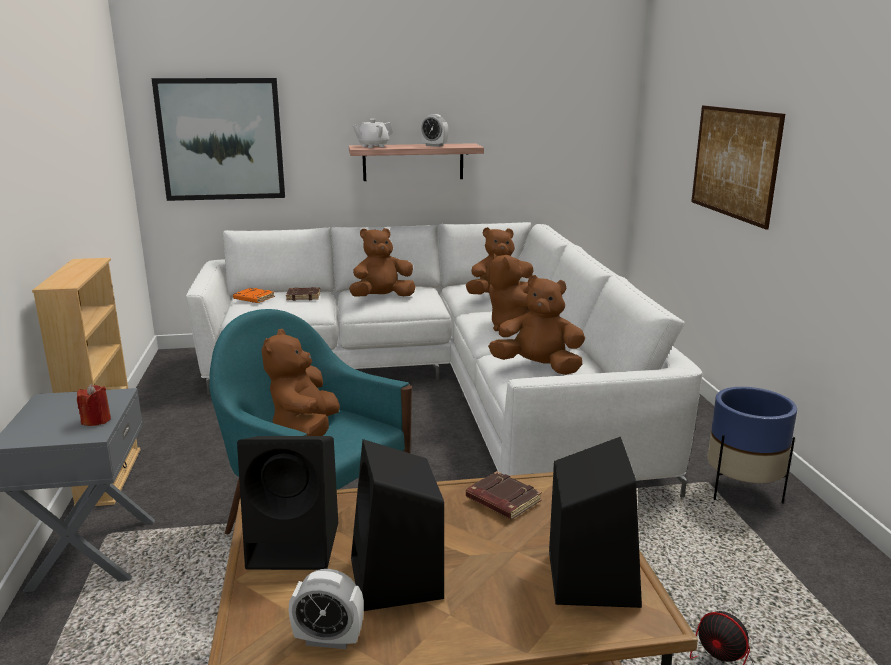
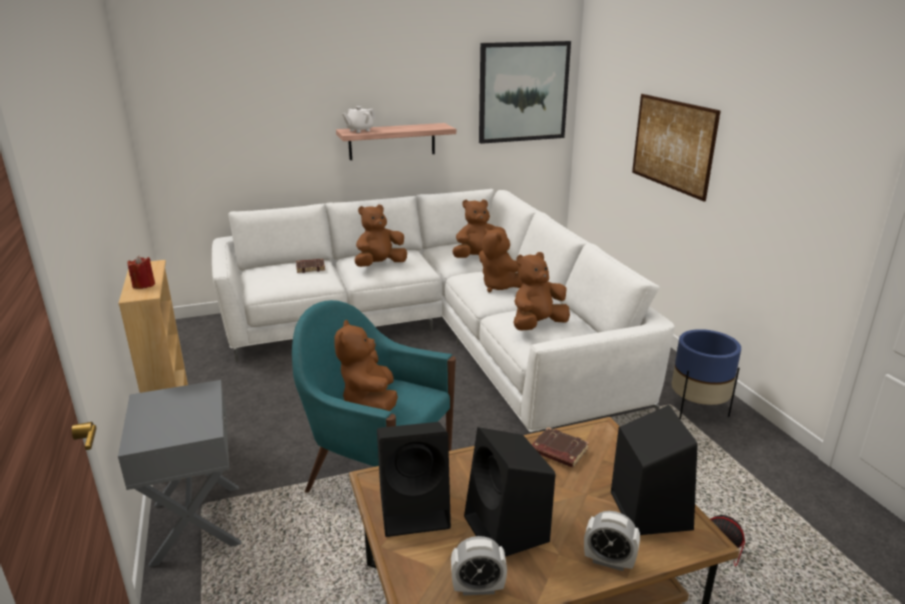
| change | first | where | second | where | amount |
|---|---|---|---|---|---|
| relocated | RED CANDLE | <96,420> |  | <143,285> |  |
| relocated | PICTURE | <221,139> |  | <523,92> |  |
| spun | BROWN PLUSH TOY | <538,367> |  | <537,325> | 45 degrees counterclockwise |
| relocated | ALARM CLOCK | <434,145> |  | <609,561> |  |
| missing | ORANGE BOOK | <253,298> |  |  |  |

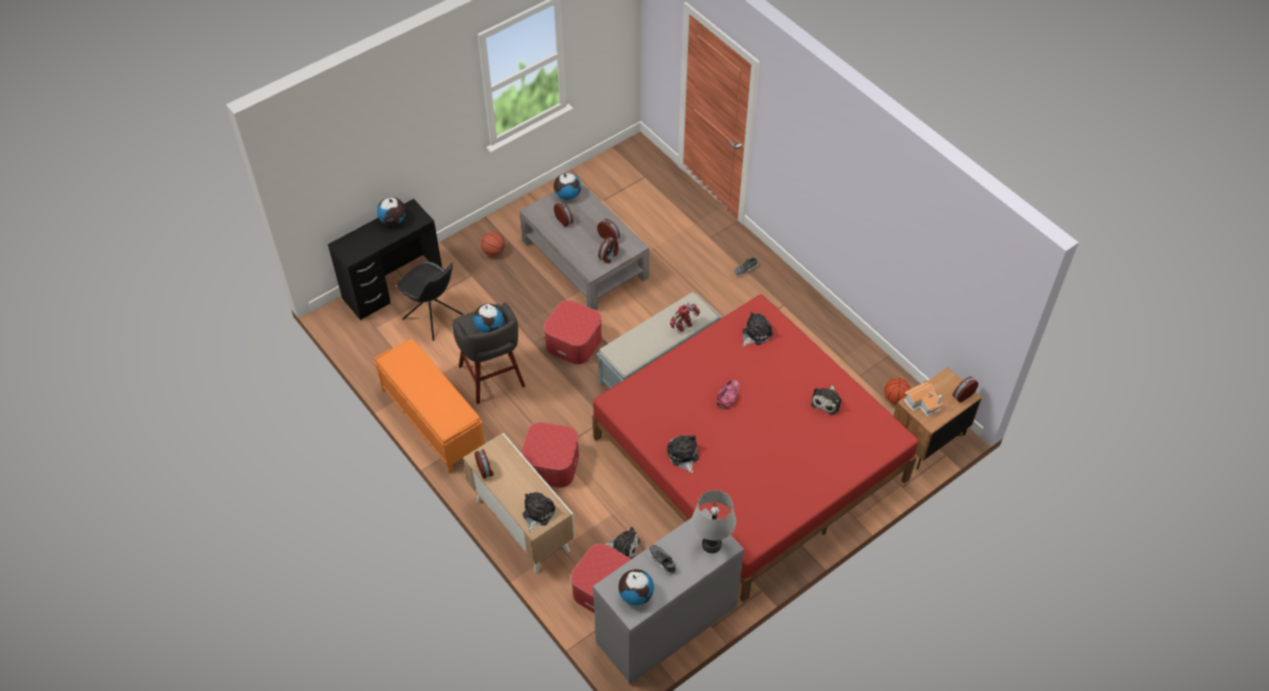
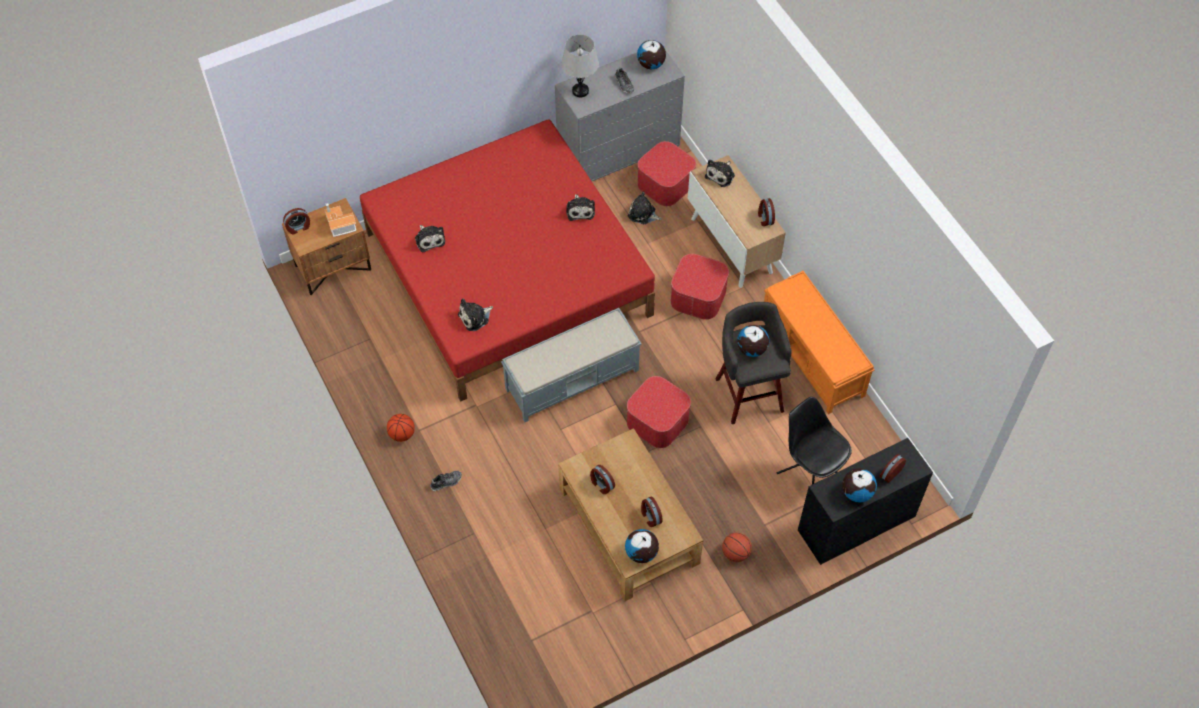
| change | first | where | second | where | amount |
|---|---|---|---|---|---|
| relocated | BASKETBALL | <895,398> |  | <402,434> |  |
| spun | PLUSH TOY | <827,401> |  | <429,239> | 120 degrees clockwise |
| colour | GREY COFFEE TABLE | <584,259> | BROWN COFFEE TABLE | <629,526> |  |
| relocated | ALARM CLOCK | <609,256> |  | <890,473> |  |
| missing | TOY ROBOT | <684,326> |  |  |  |
| missing | CAP | <728,396> |  |  |  |

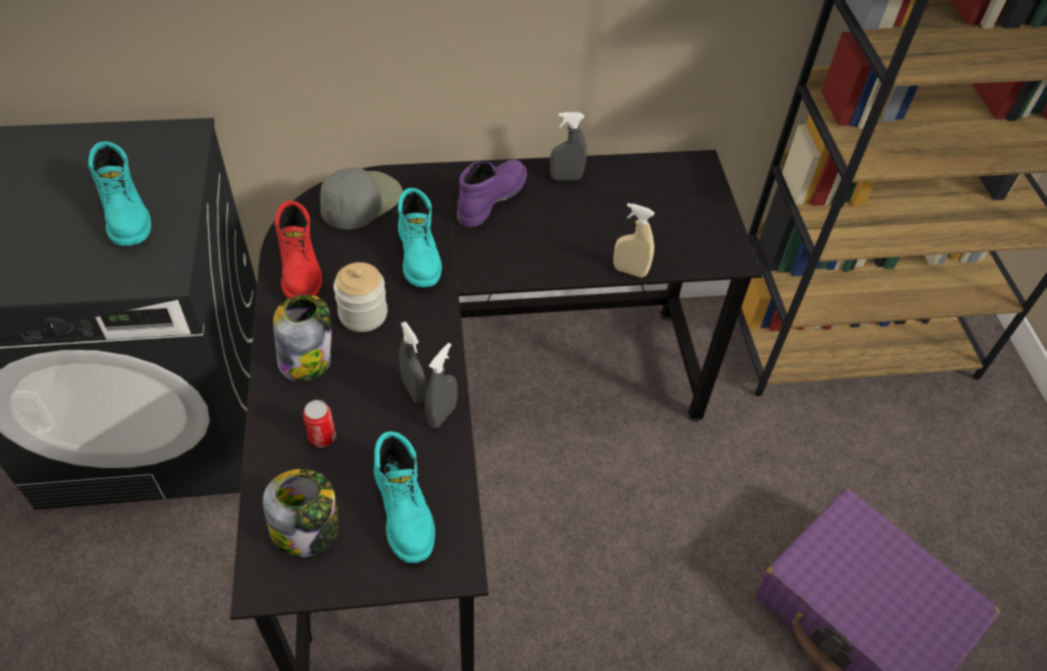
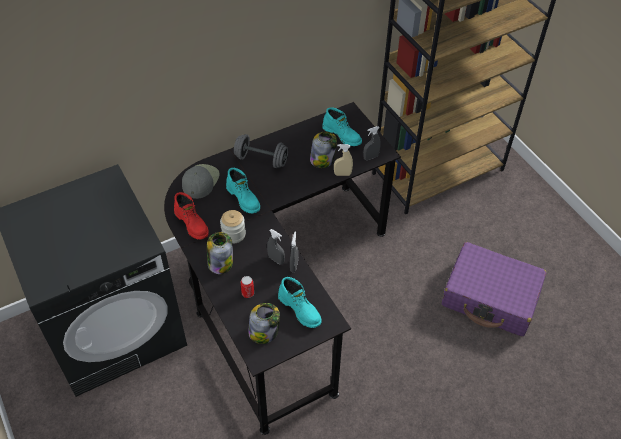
| change | first | where | second | where | amount |
|---|---|---|---|---|---|
| exchanged | PURPLE BOOT | <490,198> | GREY DUMBBELL | <261,160> |  |
| appeared |  |  | JAR | <322,160> |  |
| relocated | TURQUOISE BOOT | <127,214> |  | <342,135> |  |
| relocated | GREY SPRAY BOTTLE | <566,178> |  | <370,157> |  |

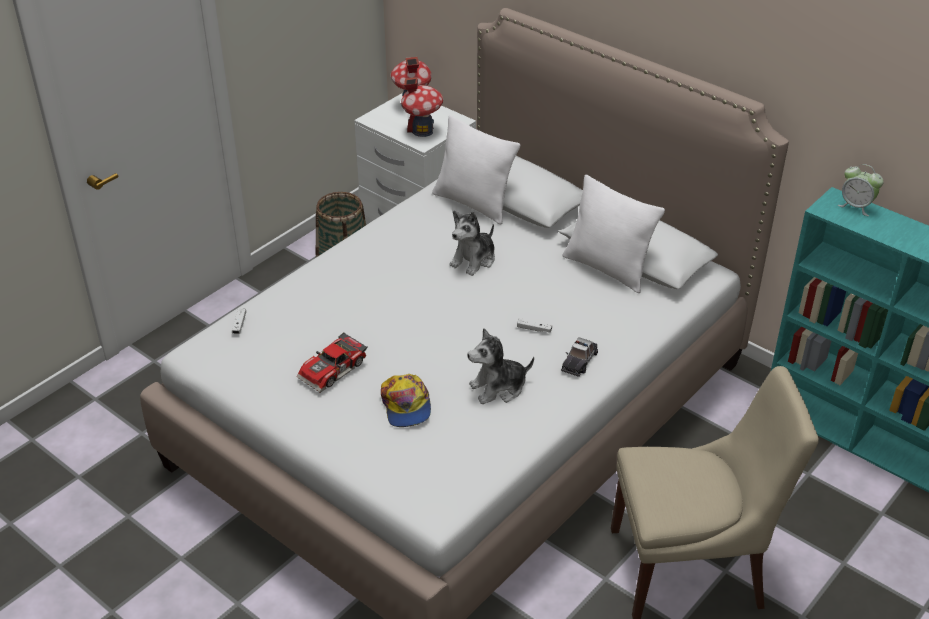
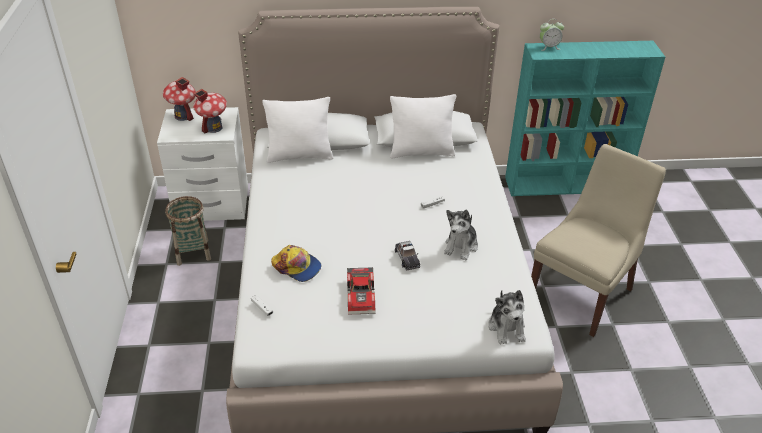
| change | first | where | second | where | amount |
|---|---|---|---|---|---|
| relocated | CAP | <406,405> |  | <297,267> |  |
| relocated | TOY CAR | <579,361> |  | <407,258> |  |
| relocated | PLUSH TOY | <474,260> |  | <507,327> |  |

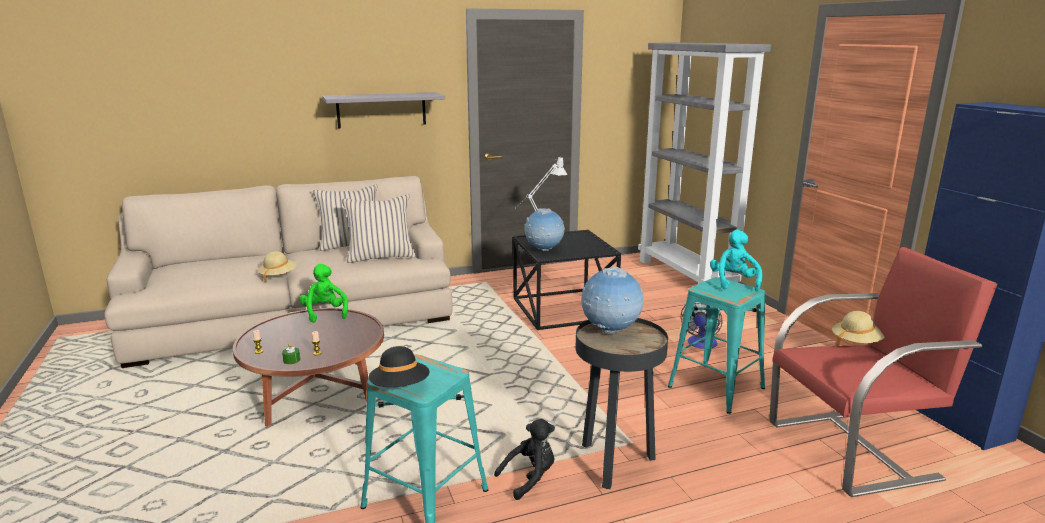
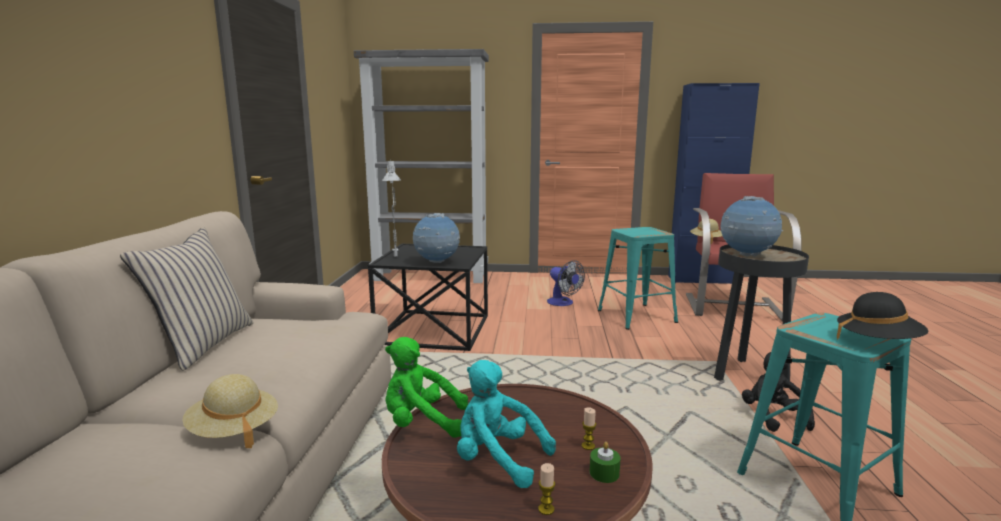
| change | first | where | second | where | amount |
|---|---|---|---|---|---|
| relocated | TURQUOISE PLUSH TOY | <733,282> |  | <497,459> |  |
| missing | GREY SHELF | <381,110> |  |  |  |
| missing | BEIGE PILLOW | <380,257> |  |  |  |

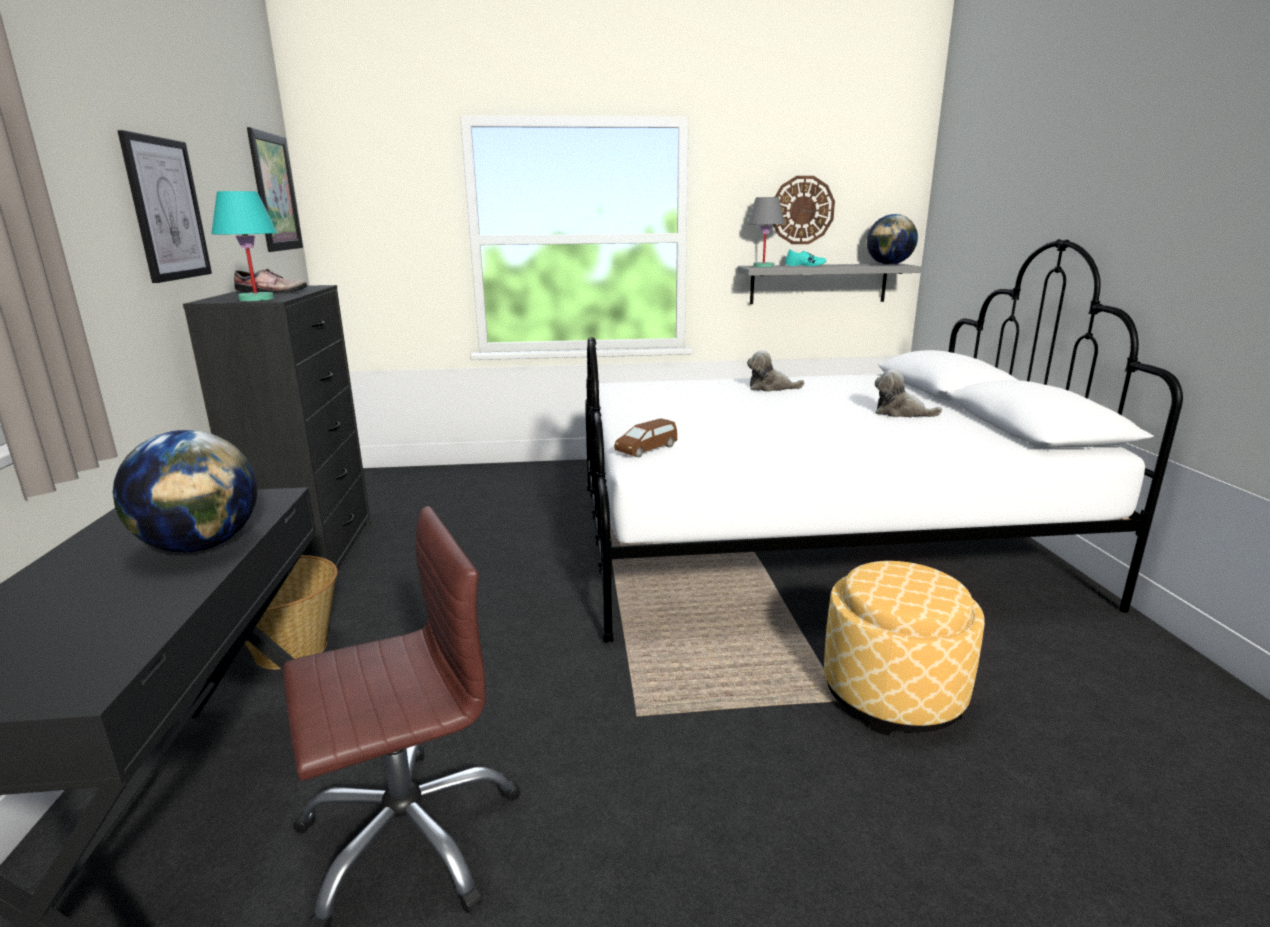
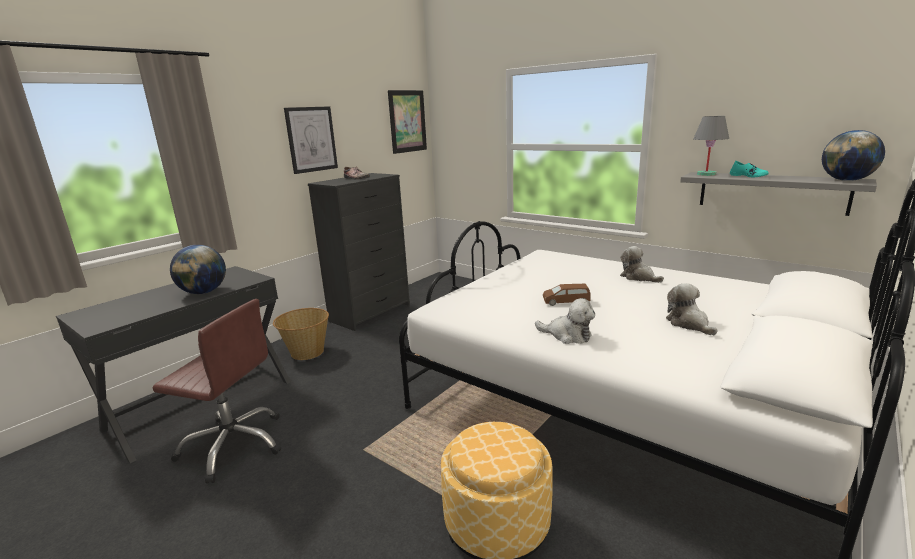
| change | first | where | second | where | amount |
|---|---|---|---|---|---|
| appeared |  |  | PLUSH TOY | <567,335> |  |
| relocated | BROWN TOY CAR | <646,449> |  | <566,302> |  |
| missing | TURQUOISE TABLE LAMP | <257,299> |  |  |  |
| missing | WALL CLOCK | <802,210> |  |  |  |

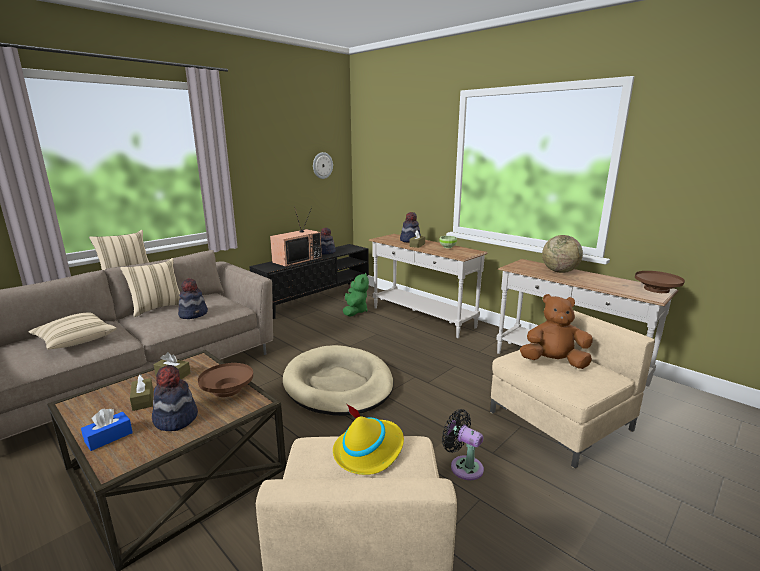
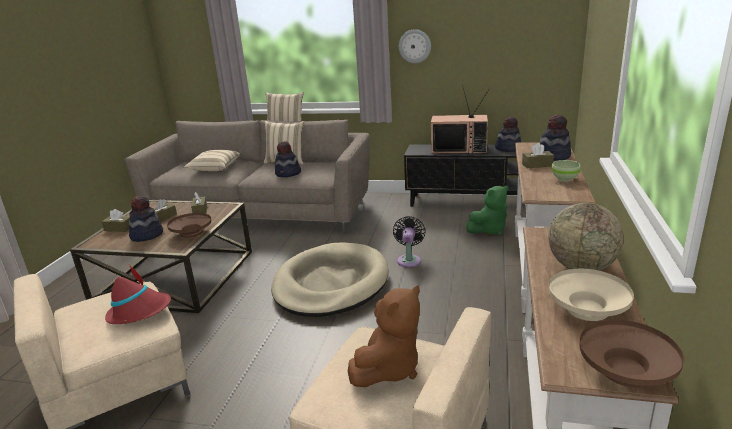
| change | first | where | second | where | amount |
|---|---|---|---|---|---|
| colour | BLUE TISSUE BOX | <109,437> | BROWN TISSUE BOX | <119,228> |  |
| colour | YELLOW HAT | <369,450> | RED HAT | <140,311> |  |
| spun | BROWN PLUSH TOY | <553,362> |  | <388,368> | 60 degrees clockwise |
| relocated | BLACK FAN | <463,466> |  | <409,260> |  |
| relocated | WALL CLOCK | <322,165> |  | <414,46> |  |
| appeared |  |  | BEIGE BOWL | <587,309> |  |

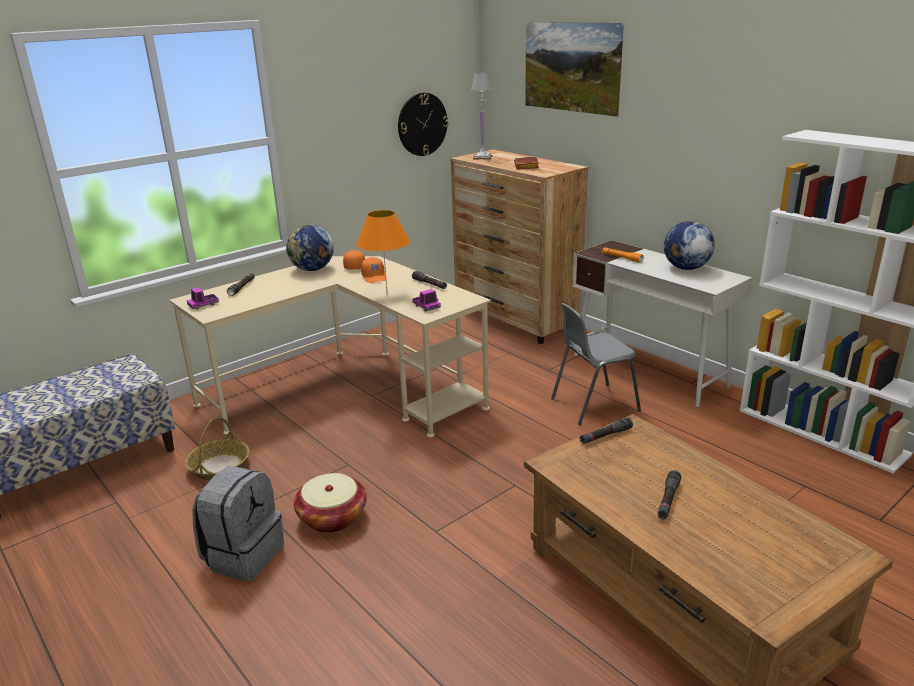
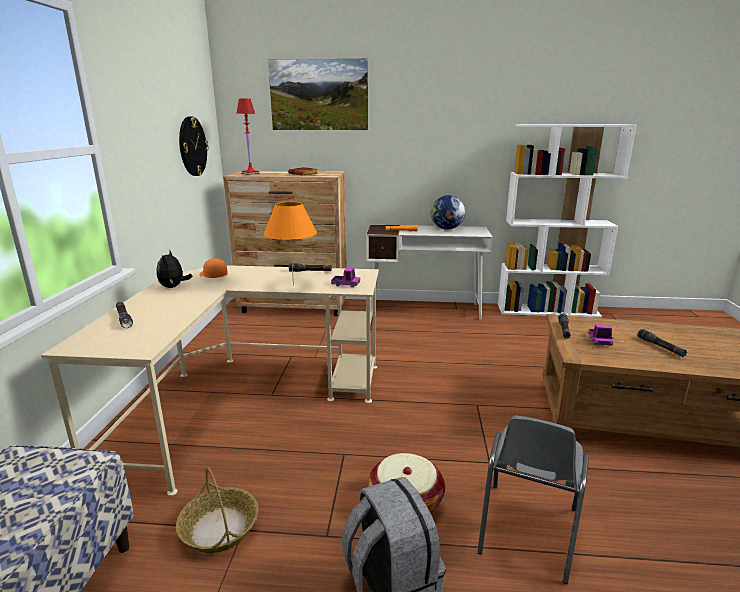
| change | first | where | second | where | amount |
|---|---|---|---|---|---|
| exchanged | GLOBE | <312,269> | PLUSH TOY | <173,287> |  |
| colour | WHITE TABLE LAMP | <482,157> | RED TABLE LAMP | <250,174> |  |
| relocated | GREY CHAIR | <593,404> |  | <526,531> |  |
| relocated | TOY TRUCK | <203,305> |  | <599,341> |  |
| missing | ORANGE CAP | <375,277> |  |  |  |

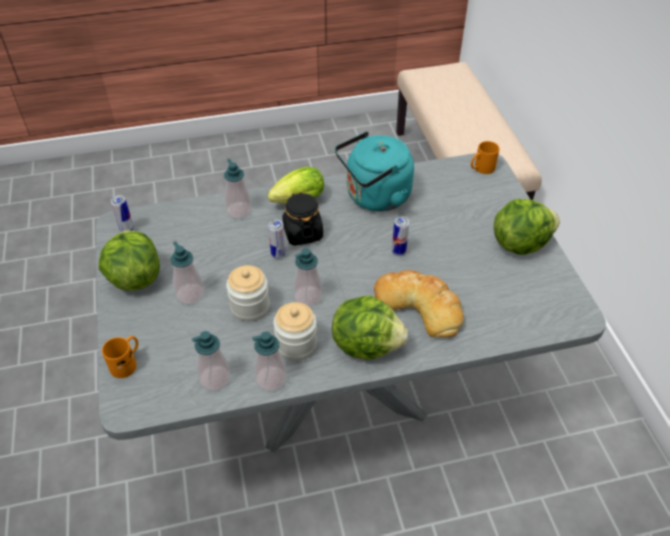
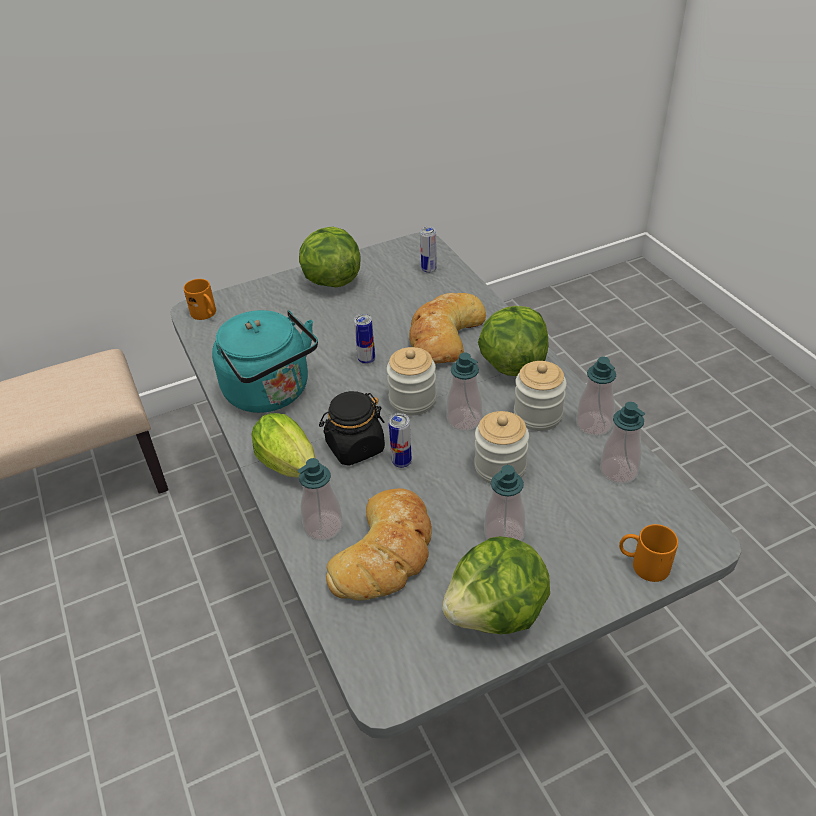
| change | first | where | second | where | amount |
|---|---|---|---|---|---|
| appeared |  |  | BREAD | <386,552> |  |
| appeared |  |  | JAR | <412,400> |  |
| relocated | CAN | <127,230> |  | <429,269> |  |

